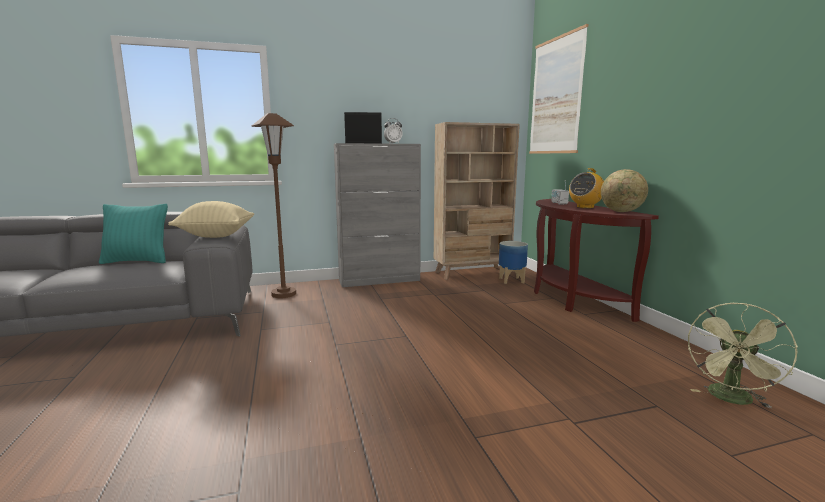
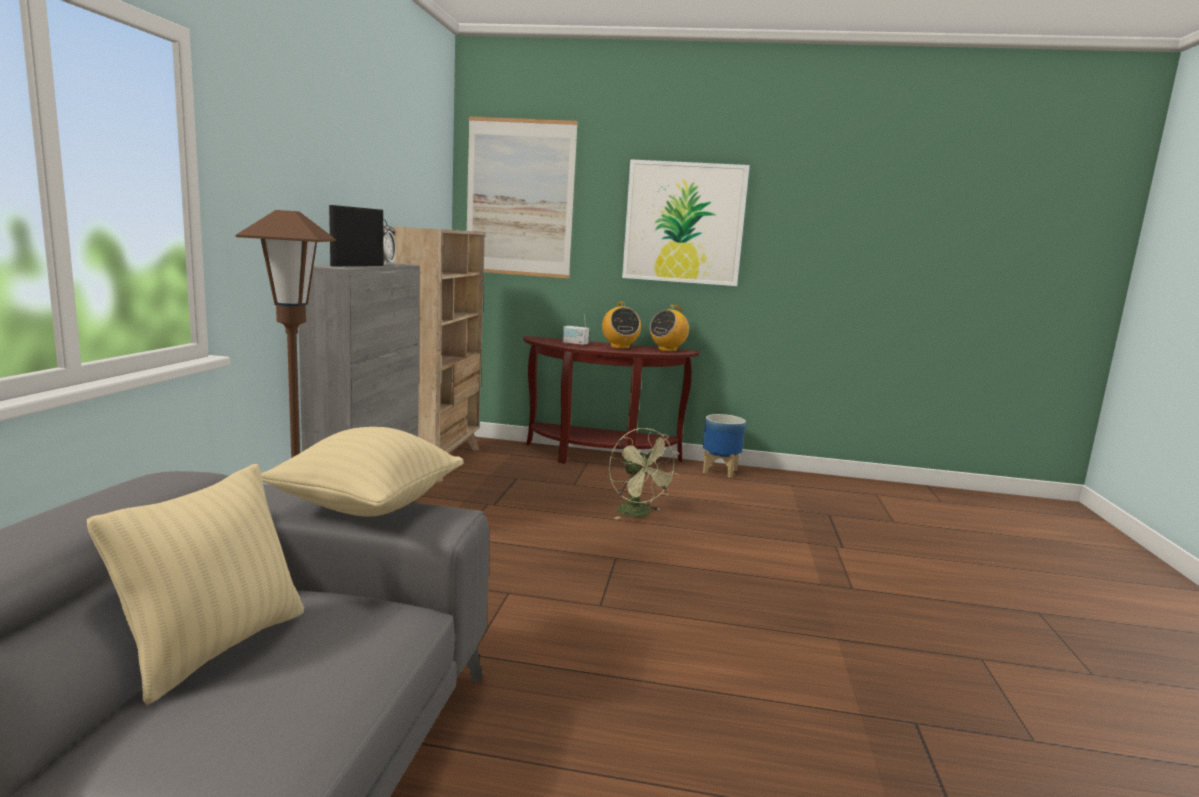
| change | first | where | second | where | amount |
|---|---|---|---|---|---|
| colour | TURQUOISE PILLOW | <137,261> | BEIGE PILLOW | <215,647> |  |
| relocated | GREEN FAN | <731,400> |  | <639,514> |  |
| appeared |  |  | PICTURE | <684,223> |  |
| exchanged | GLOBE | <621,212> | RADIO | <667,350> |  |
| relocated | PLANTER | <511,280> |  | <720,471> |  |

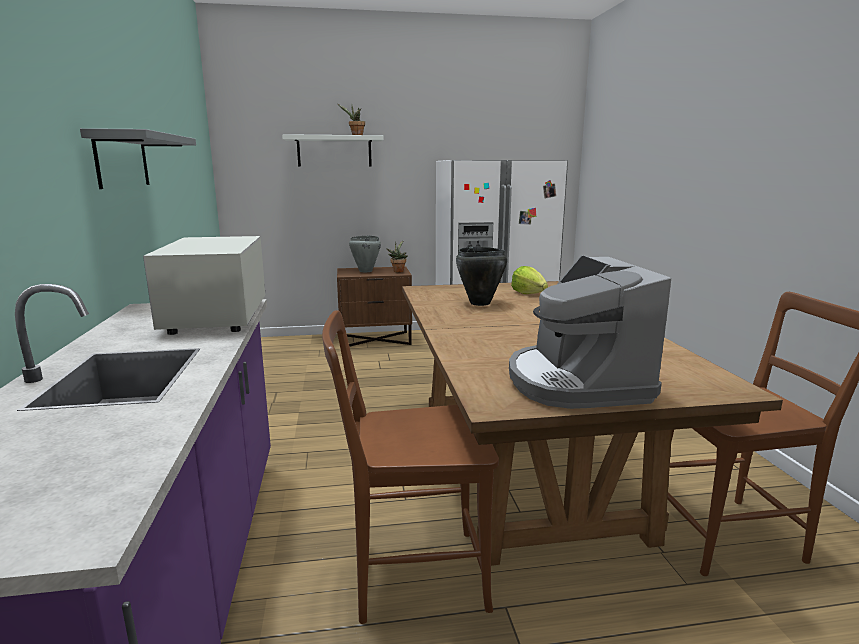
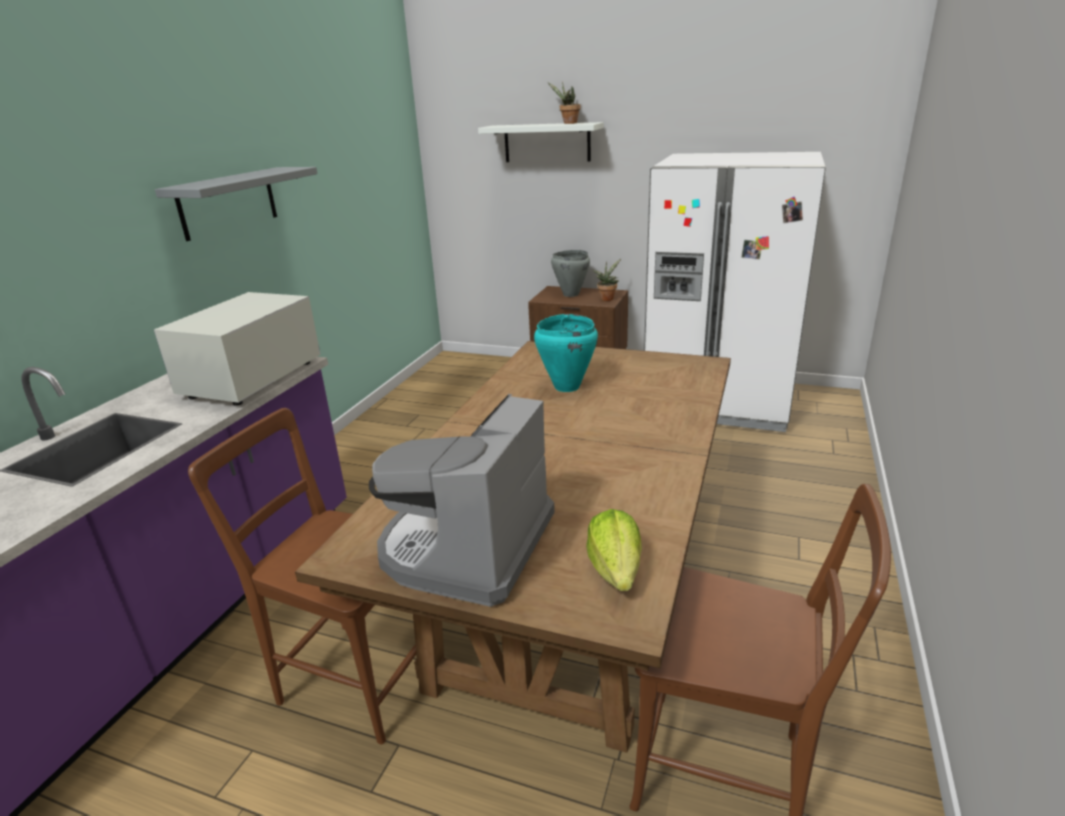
| change | first | where | second | where | amount |
|---|---|---|---|---|---|
| colour | BLACK COOKING POT | <480,303> | TURQUOISE COOKING POT | <566,387> |  |
| relocated | LETTUCE | <528,293> |  | <615,571> |  |

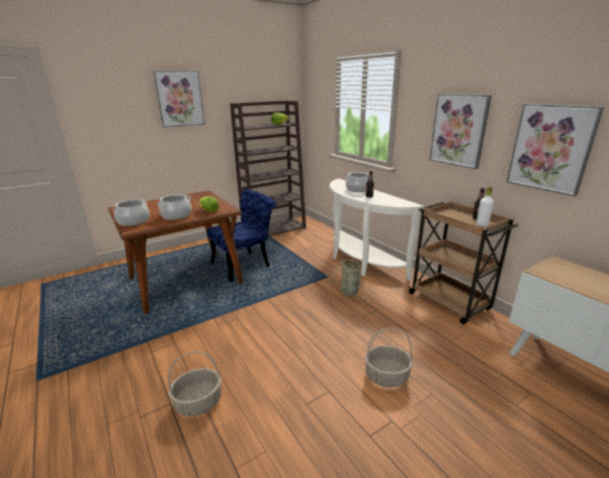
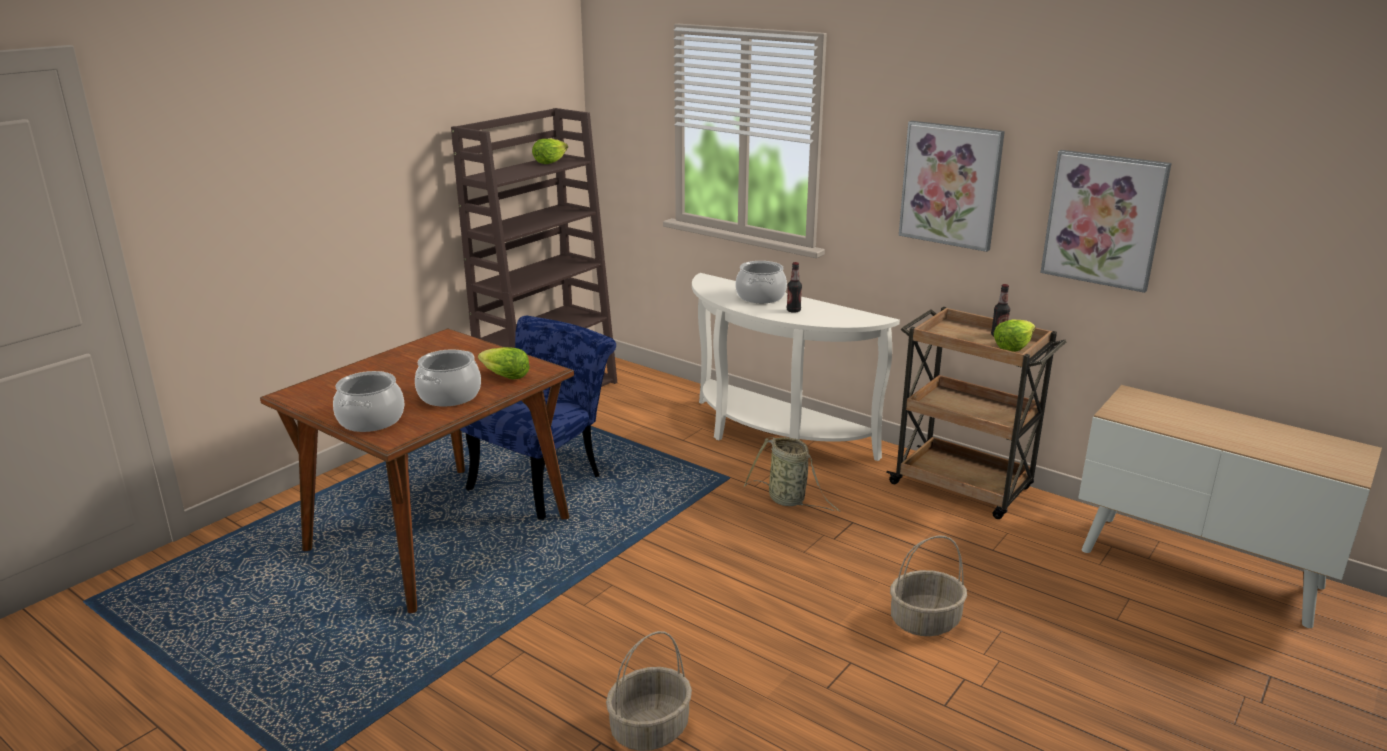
| change | first | where | second | where | amount |
|---|---|---|---|---|---|
| exchanged | WHITE BOTTLE | <482,224> | LETTUCE | <1012,347> |  |
| missing | PICTURE | <179,99> |  |  |  |

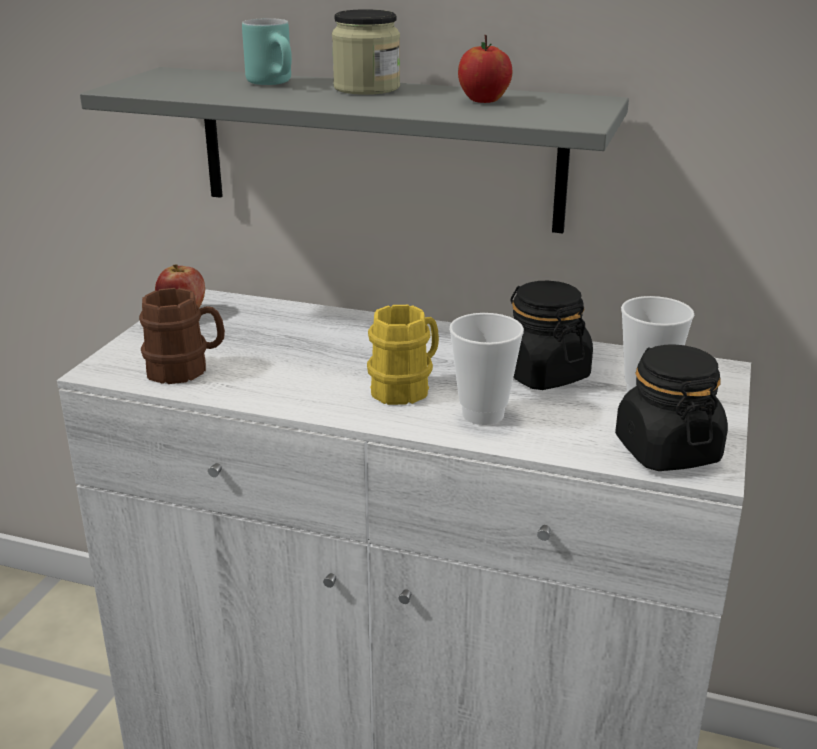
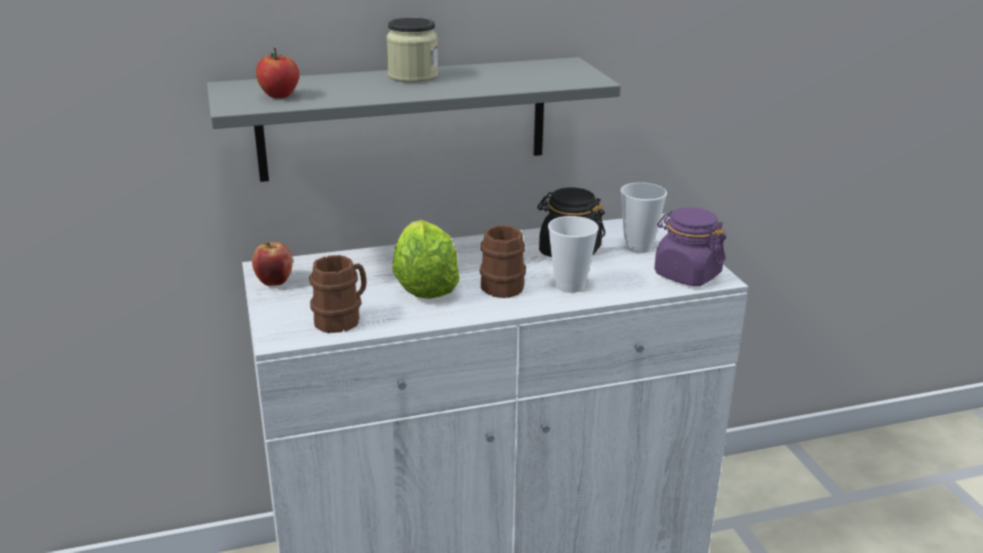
| change | first | where | second | where | amount |
|---|---|---|---|---|---|
| relocated | APPLE | <484,100> |  | <279,95> |  |
| appeared |  |  | LETTUCE | <424,285> |  |
| colour | YELLOW MUG | <406,387> | BROWN MUG | <504,284> |  |
| colour | BLACK JAR | <666,450> | PURPLE JAR | <687,274> |  |
| missing | TURQUOISE MUG | <276,83> |  |  |  |

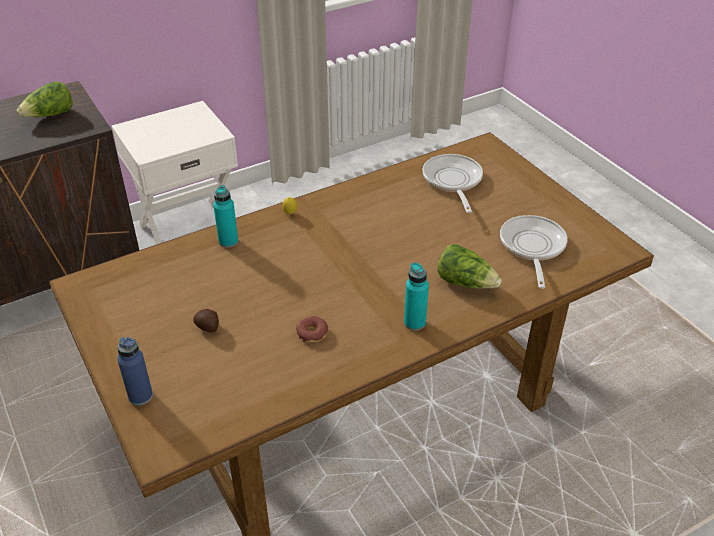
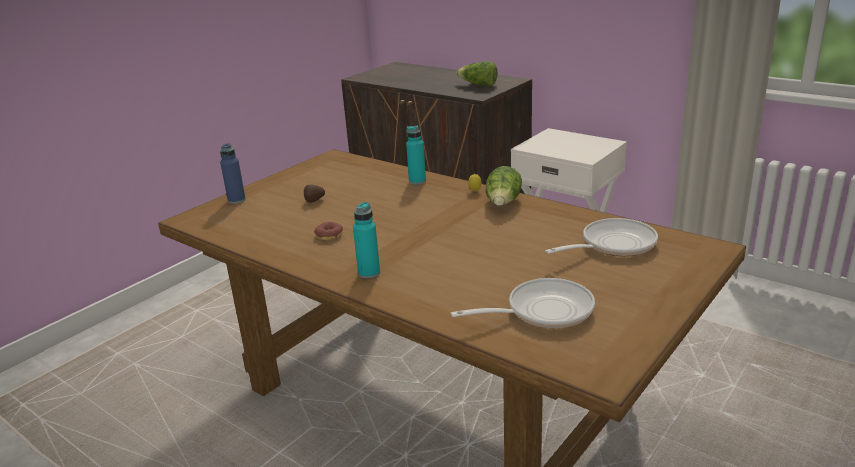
| change | first | where | second | where | amount |
|---|---|---|---|---|---|
| relocated | LETTUCE | <465,282> |  | <503,203> |  |

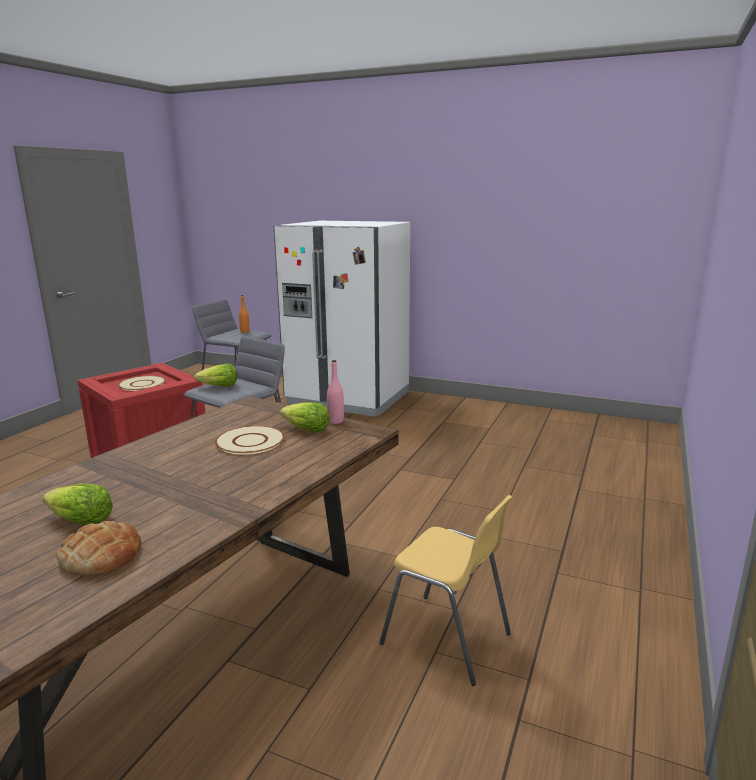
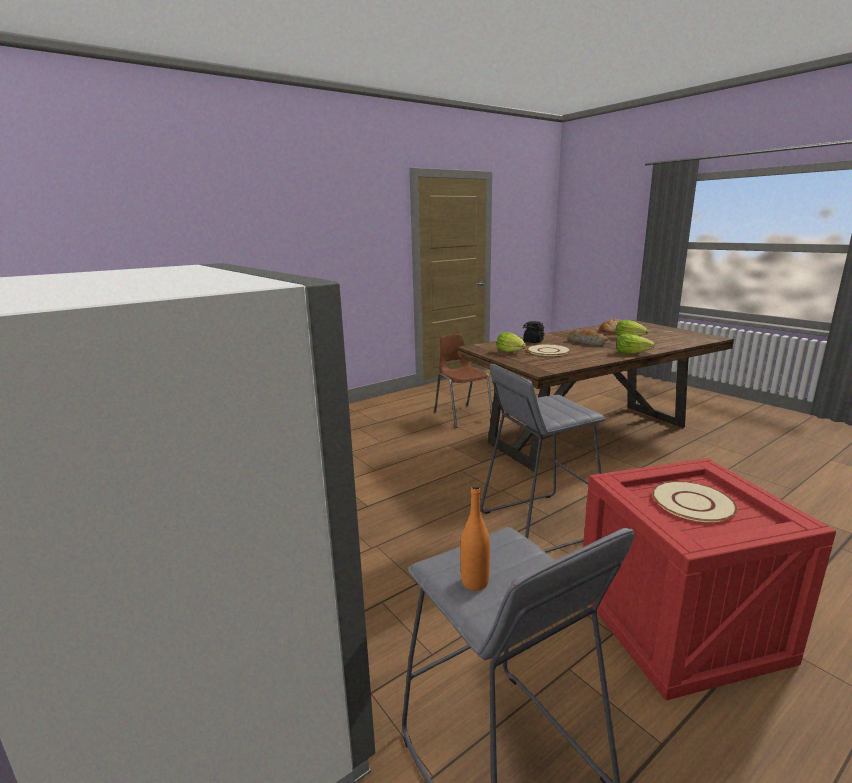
| change | first | where | second | where | amount |
|---|---|---|---|---|---|
| colour | YELLOW CHAIR | <447,639> | BROWN CHAIR | <462,416> |  |
| appeared |  |  | BLACK JAR | <533,341> |  |
| appeared |  |  | BREAD | <587,343> |  |
| relocated | LETTUCE | <219,387> |  | <632,353> |  |
| missing | PINK BOTTLE | <336,421> |  |  |  |

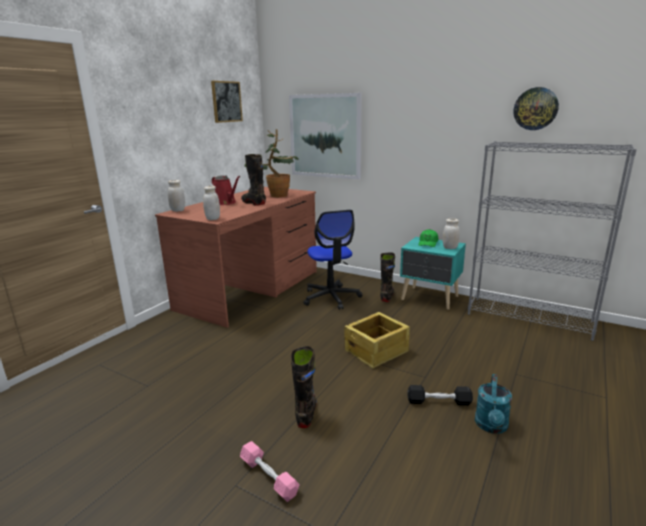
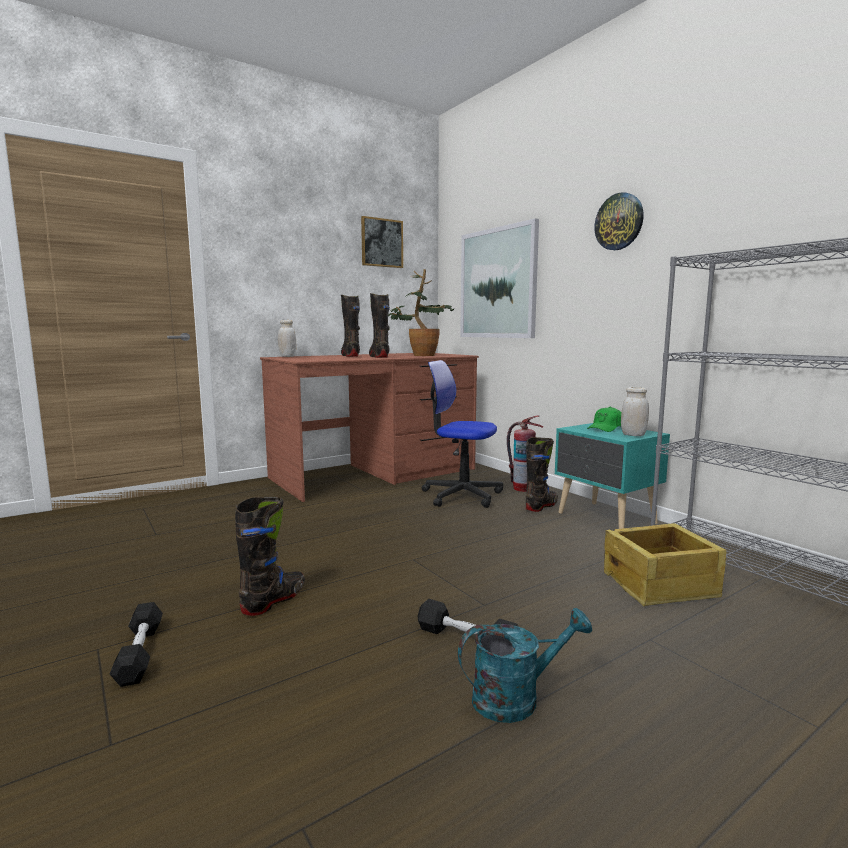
| change | first | where | second | where | amount |
|---|---|---|---|---|---|
| colour | PINK DUMBBELL | <268,477> | BLACK DUMBBELL | <140,653> |  |
| exchanged | RED WATERING CAN | <225,203> | BLACK BOOT | <350,356> |  |
| spun | OFFICE CHAIR | <331,297> |  | <461,495> | 105 degrees clockwise |
| spun | TURQUOISE WATERING CAN | <491,426> |  | <516,697> | 150 degrees counterclockwise |
| appeared |  |  | FIRE EXTINGUISHER | <523,488> |  |
| relocated | WALL CLOCK | <535,109> |  | <619,222> |  |
| relocated | CRATE | <377,351> |  | <660,585> |  |
| missing | WHITE JAR | <213,219> |  |  |  |

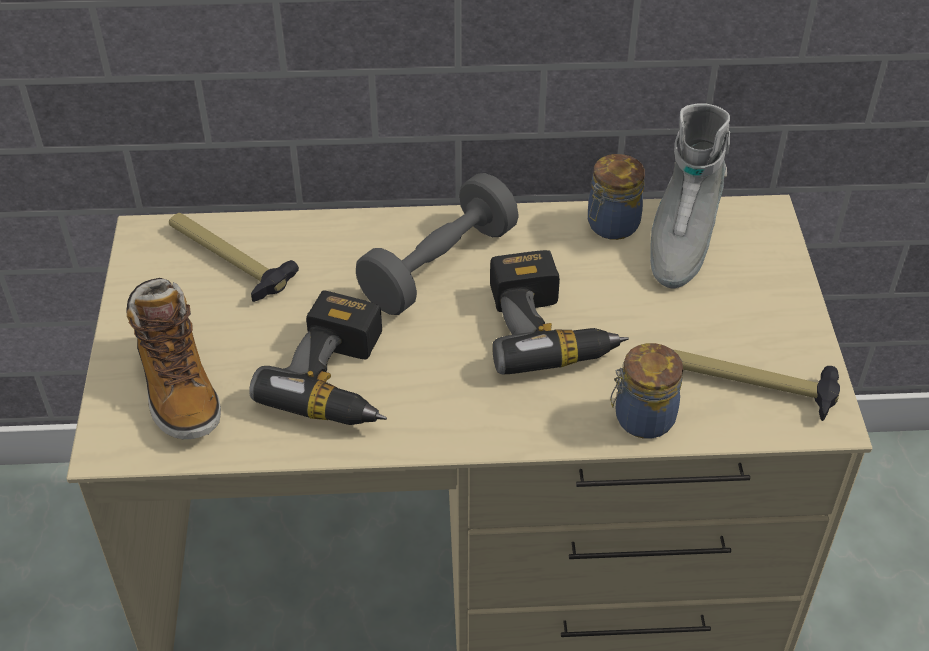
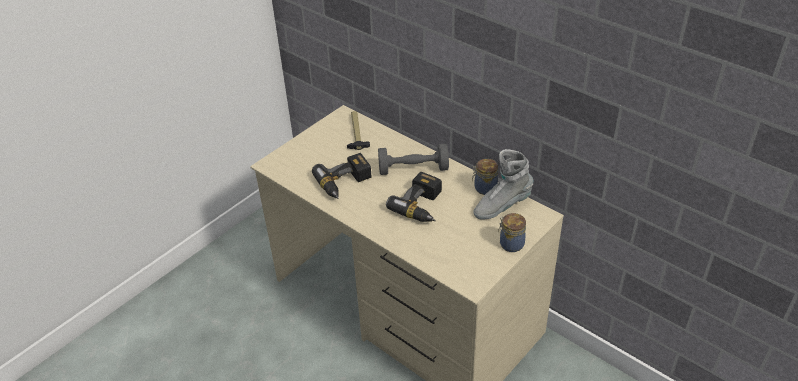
| change | first | where | second | where | amount |
|---|---|---|---|---|---|
| relocated | JAR | <641,419> |  | <510,244> |  |
| missing | BOOT | <178,388> |  |  |  |
| missing | HAMMER | <751,385> |  |  |  |

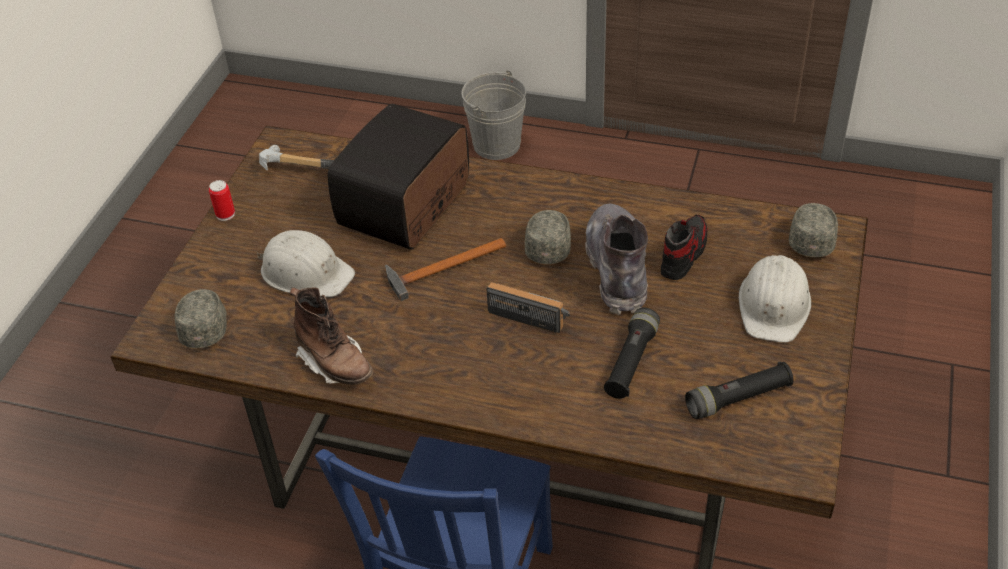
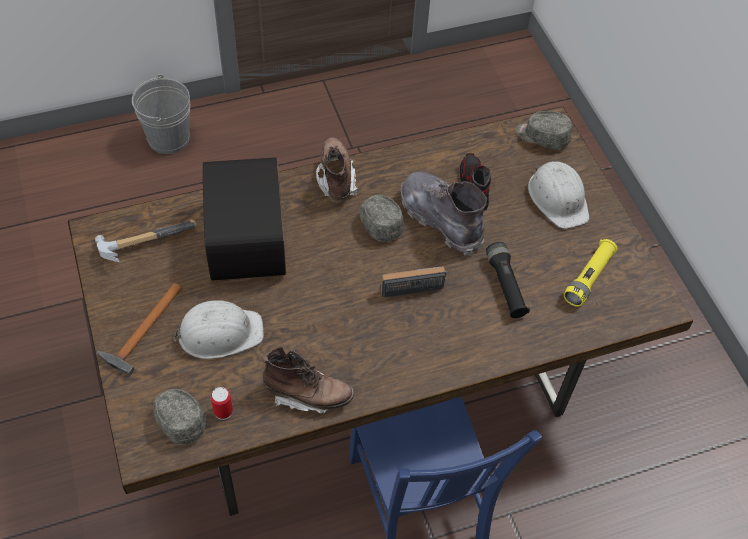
| change | first | where | second | where | amount |
|---|---|---|---|---|---|
| relocated | HAMMER | <441,268> |  | <142,331> |  |
| relocated | CAN | <225,214> |  | <223,411> |  |
| appeared |  |  | BROWN BOOT | <336,179> |  |
| spun | GREY CAP | <811,237> |  | <542,136> | 45 degrees counterclockwise |
| colour | BLACK FLASHLIGHT | <738,399> | YELLOW FLASHLIGHT | <589,278> |  |

